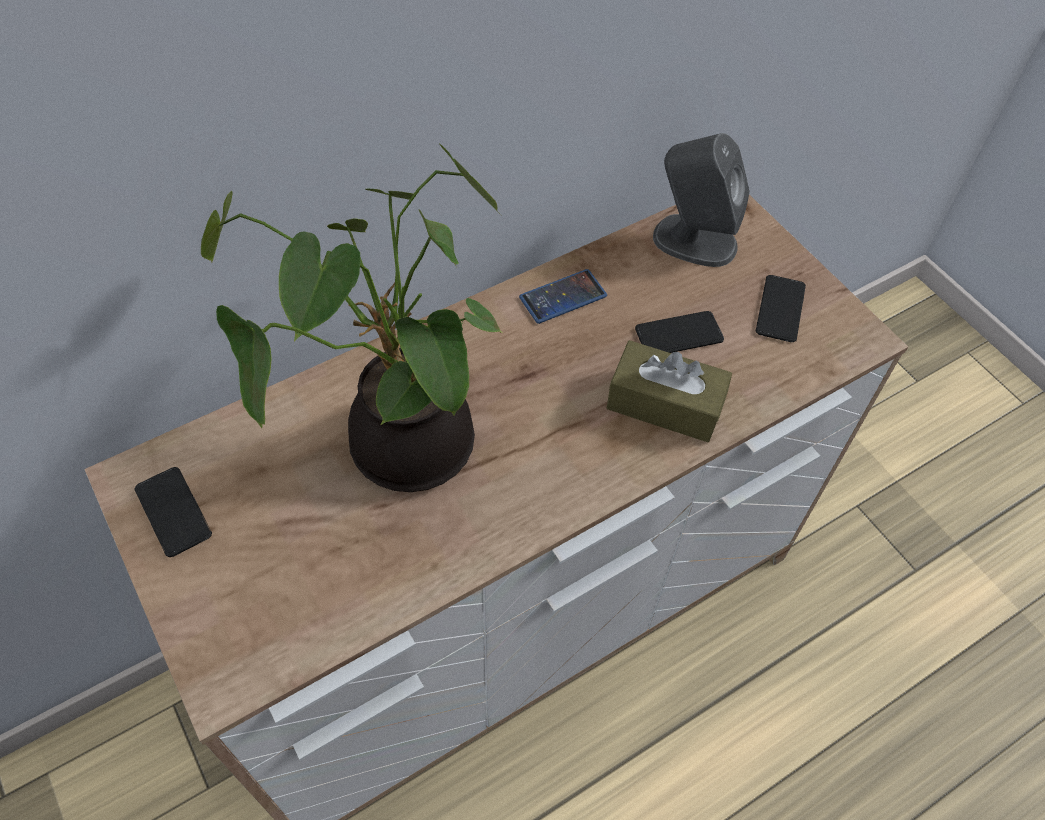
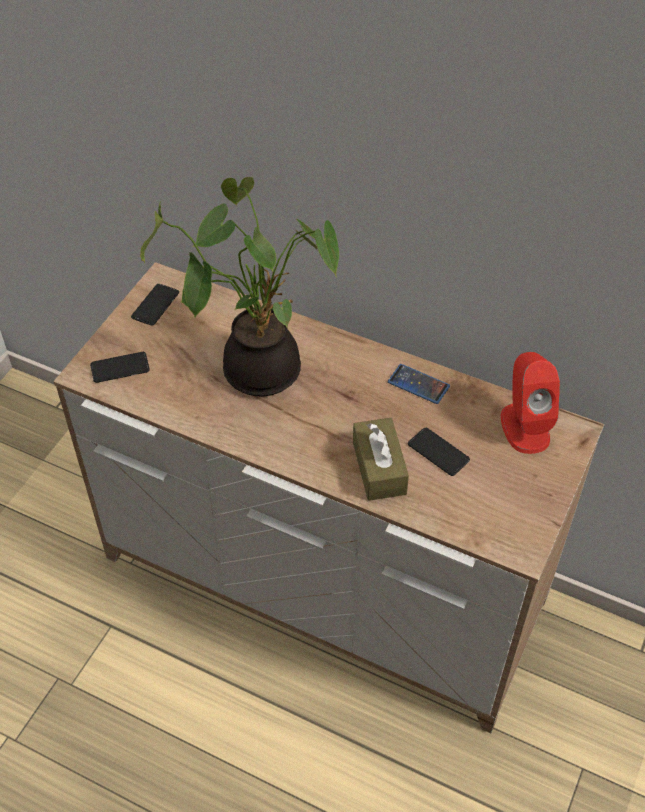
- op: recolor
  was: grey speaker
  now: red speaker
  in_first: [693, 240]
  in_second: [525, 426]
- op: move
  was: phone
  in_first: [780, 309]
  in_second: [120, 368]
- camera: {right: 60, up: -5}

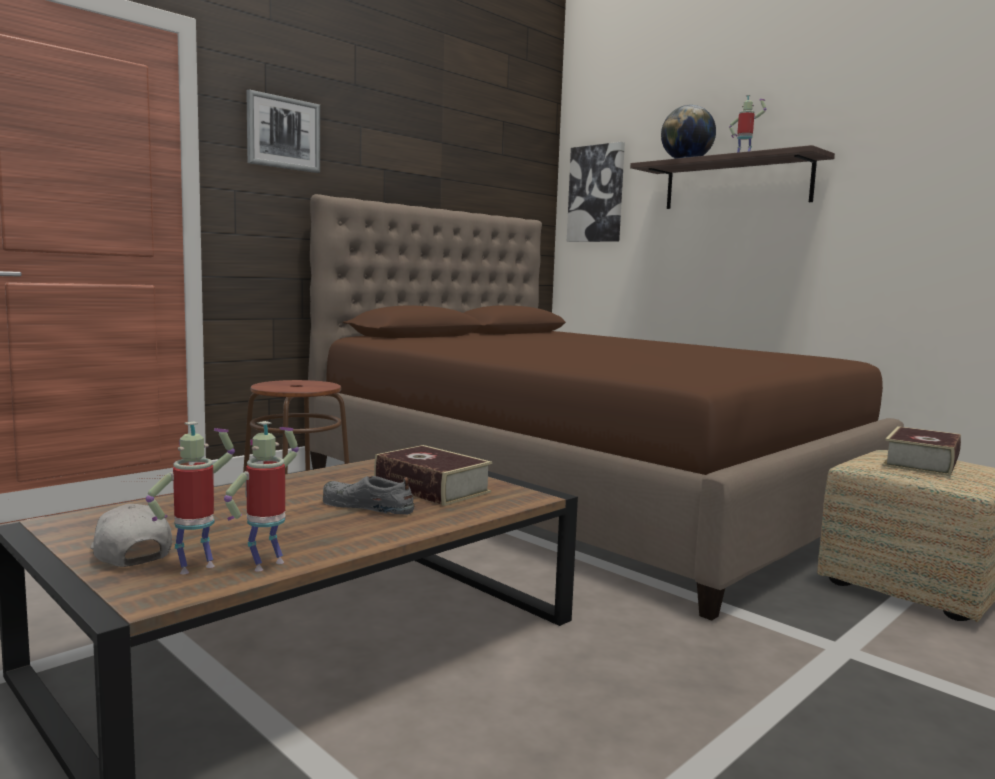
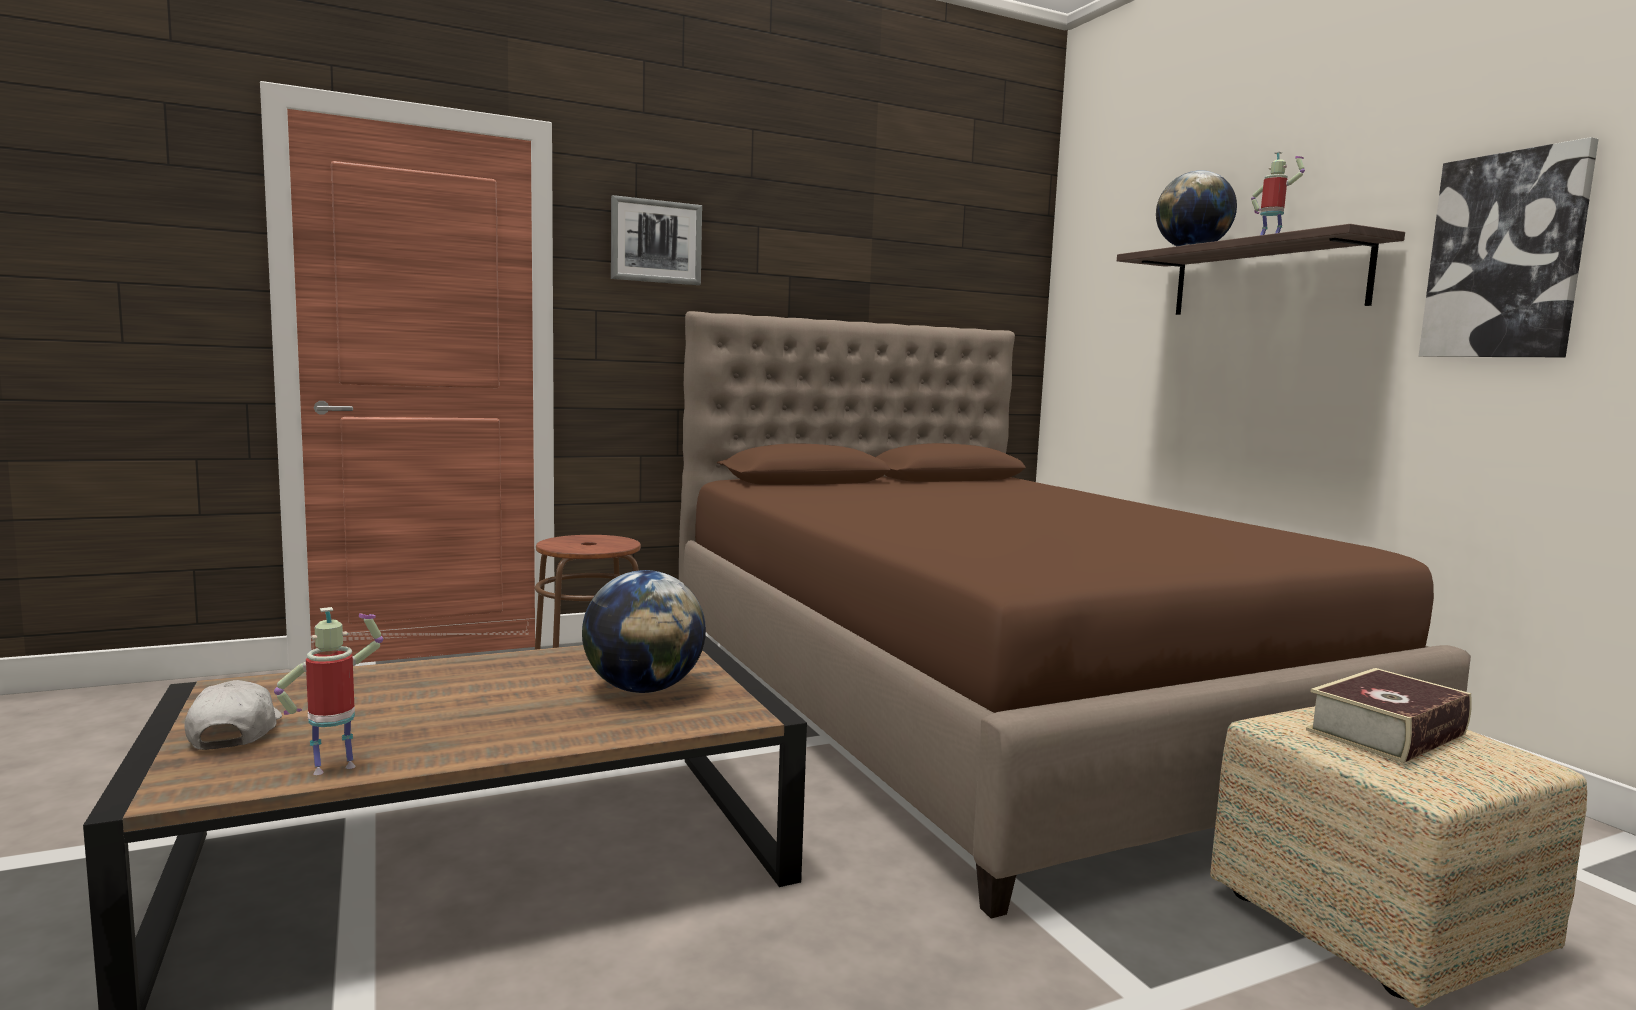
- op: delete
  was: toy robot
  in_first: [196, 567]
- op: delete
  was: grey shoe
  in_first: [366, 506]
- op: replace
  was: book
  now: globe
  in_first: [432, 488]
  in_second: [643, 689]
- op: move
  was: picture
  in_first: [596, 194]
  in_second: [1505, 256]
- camera: {right: 20, up: 0}

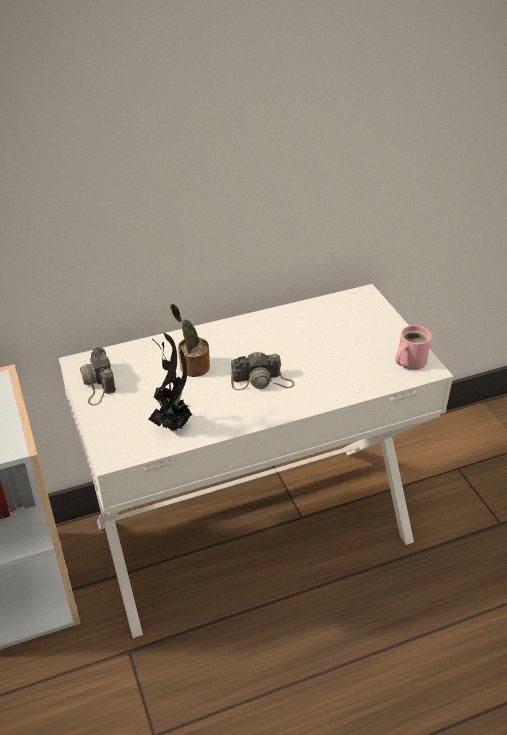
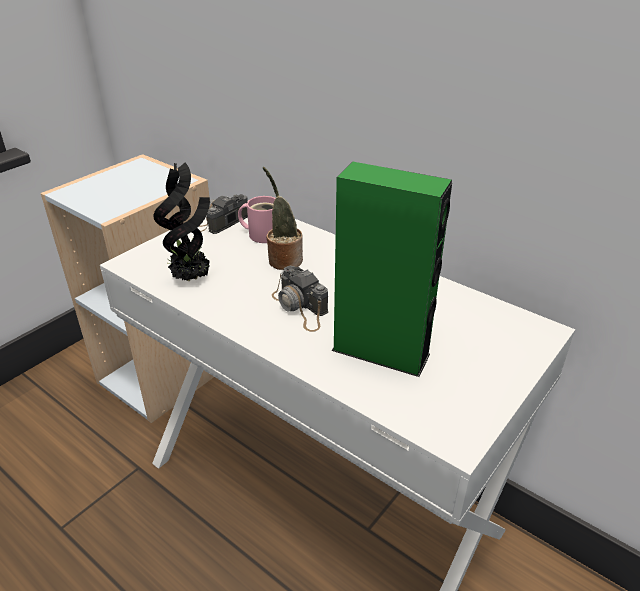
- op: move
  was: pink mug
  in_first: [408, 361]
  in_second: [262, 234]
- op: insert
  now: green speaker
  in_second: [380, 352]
- camera: {right: 60, up: -5}

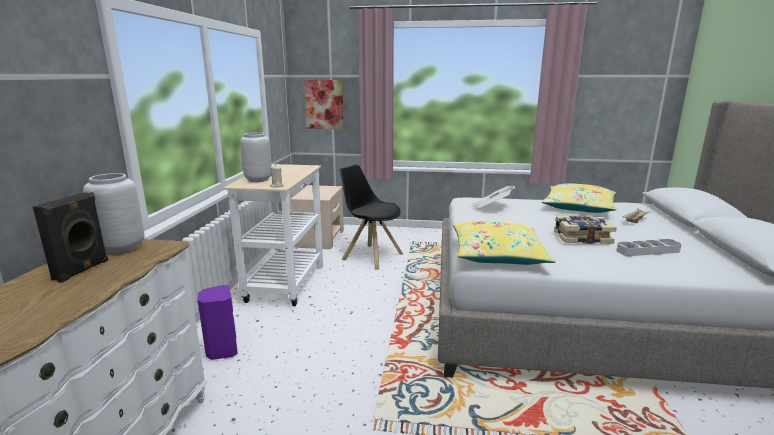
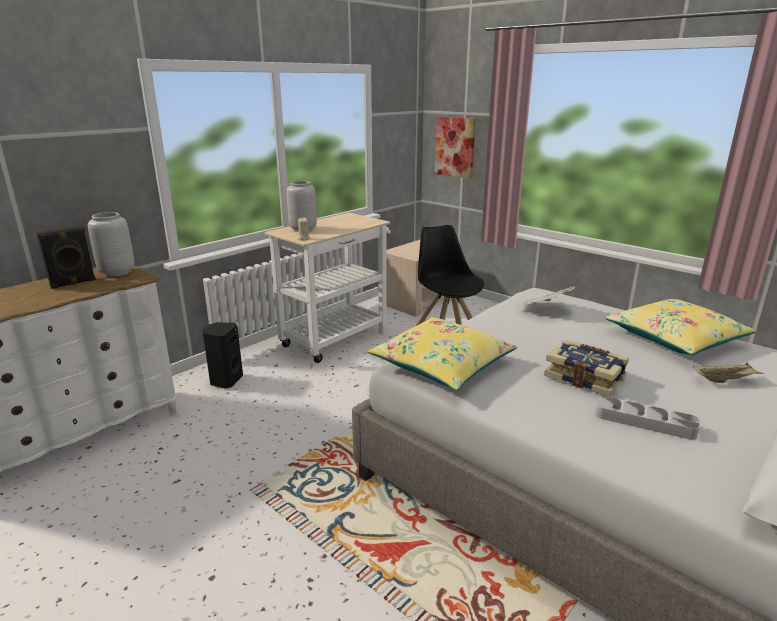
- op: recolor
  was: purple speaker
  now: black speaker
  in_first: [221, 350]
  in_second: [225, 380]
- camera: {right: 35, up: 5}

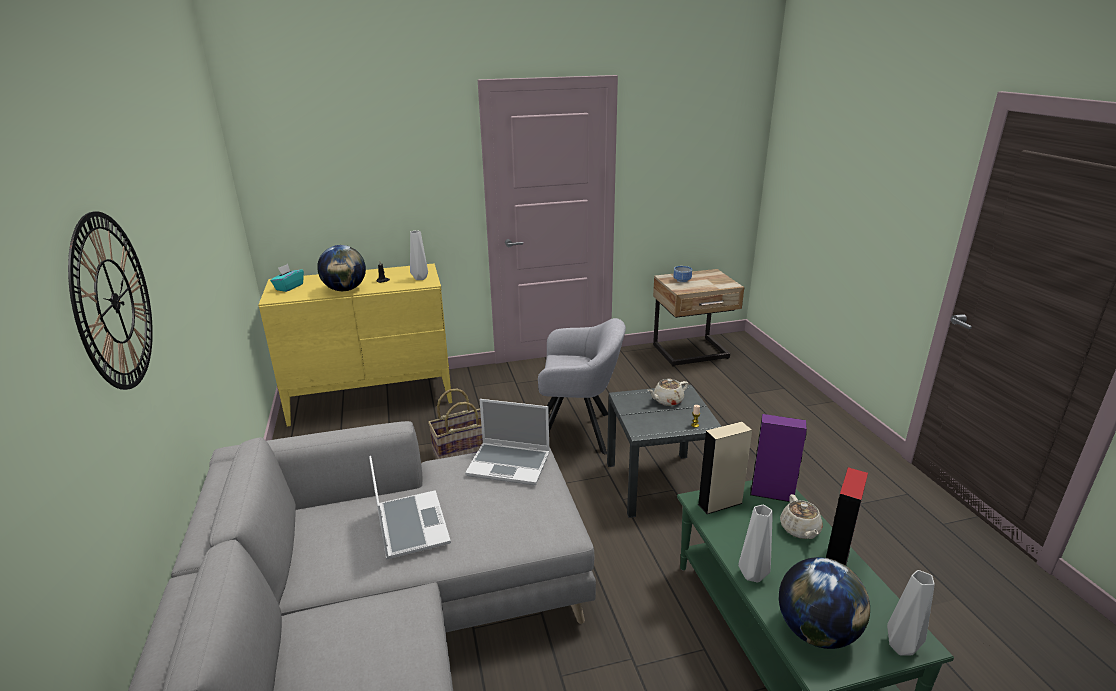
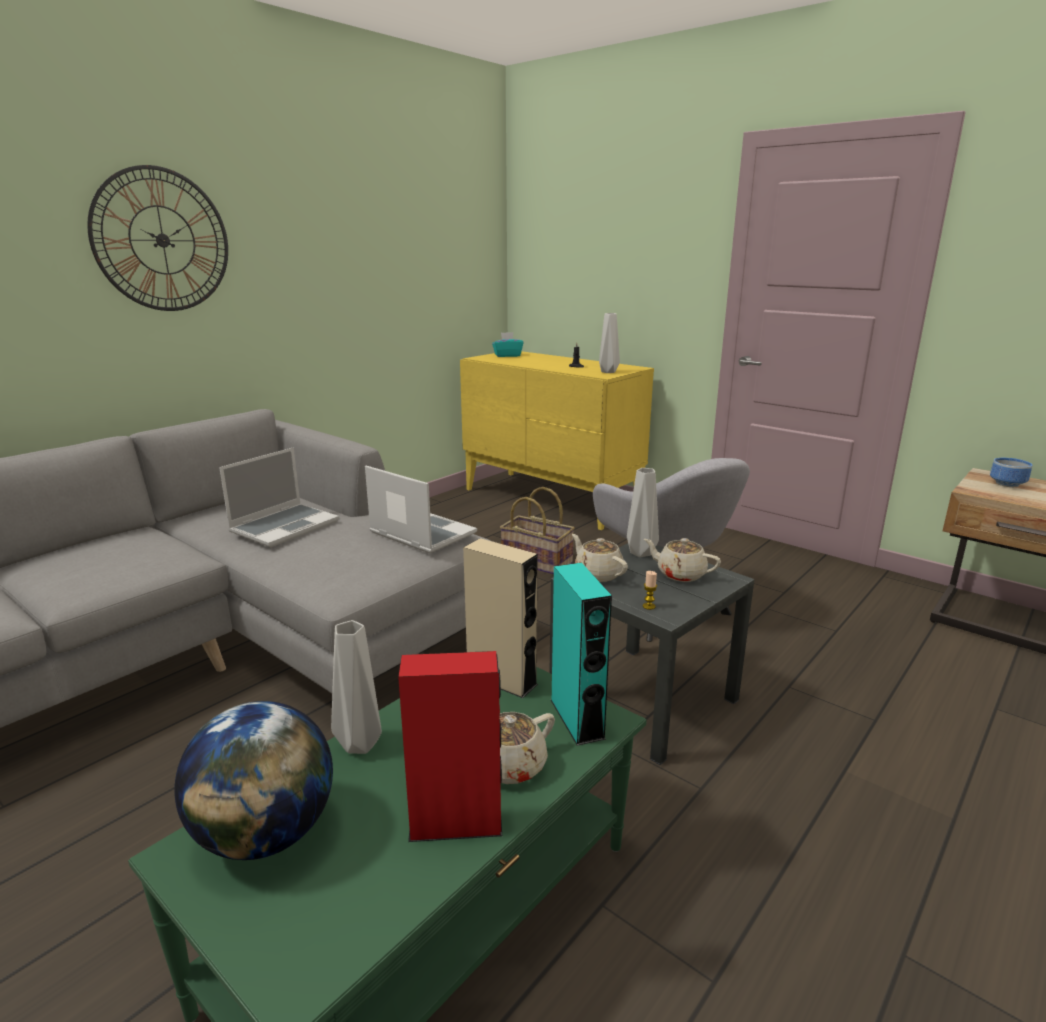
- op: delete
  was: globe
  in_first: [345, 290]
- op: rotate
  was: laptop
  in_first: [510, 464]
  in_second: [420, 533]
  clockwise: 150
- op: recolor
  was: purple speaker
  now: turquoise speaker
  in_first: [772, 493]
  in_second: [577, 718]
- op: move
  was: grey vase
  in_first: [902, 646]
  in_second: [642, 553]
- op: insert
  now: beige teapot
  in_second: [598, 574]
- camera: {right: 55, up: -5}

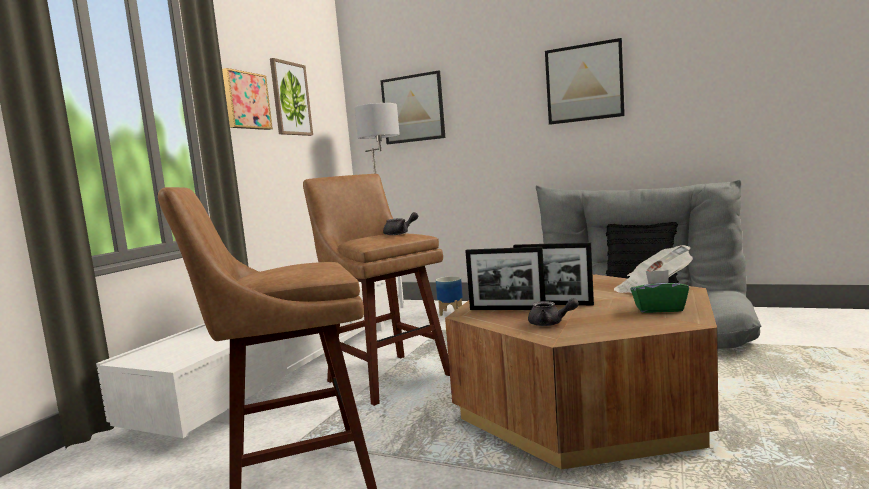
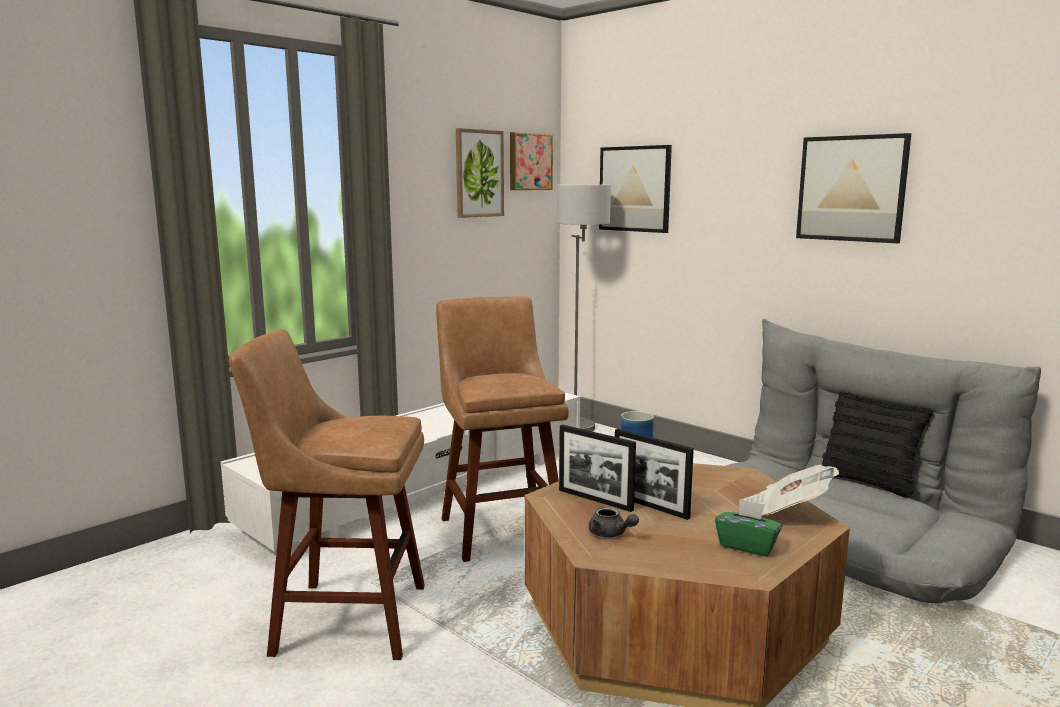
- op: move
  was: picture
  in_first: [245, 101]
  in_second: [529, 162]
- op: delete
  was: grey teapot
  in_first: [400, 233]
- camera: {right: 20, up: 5}

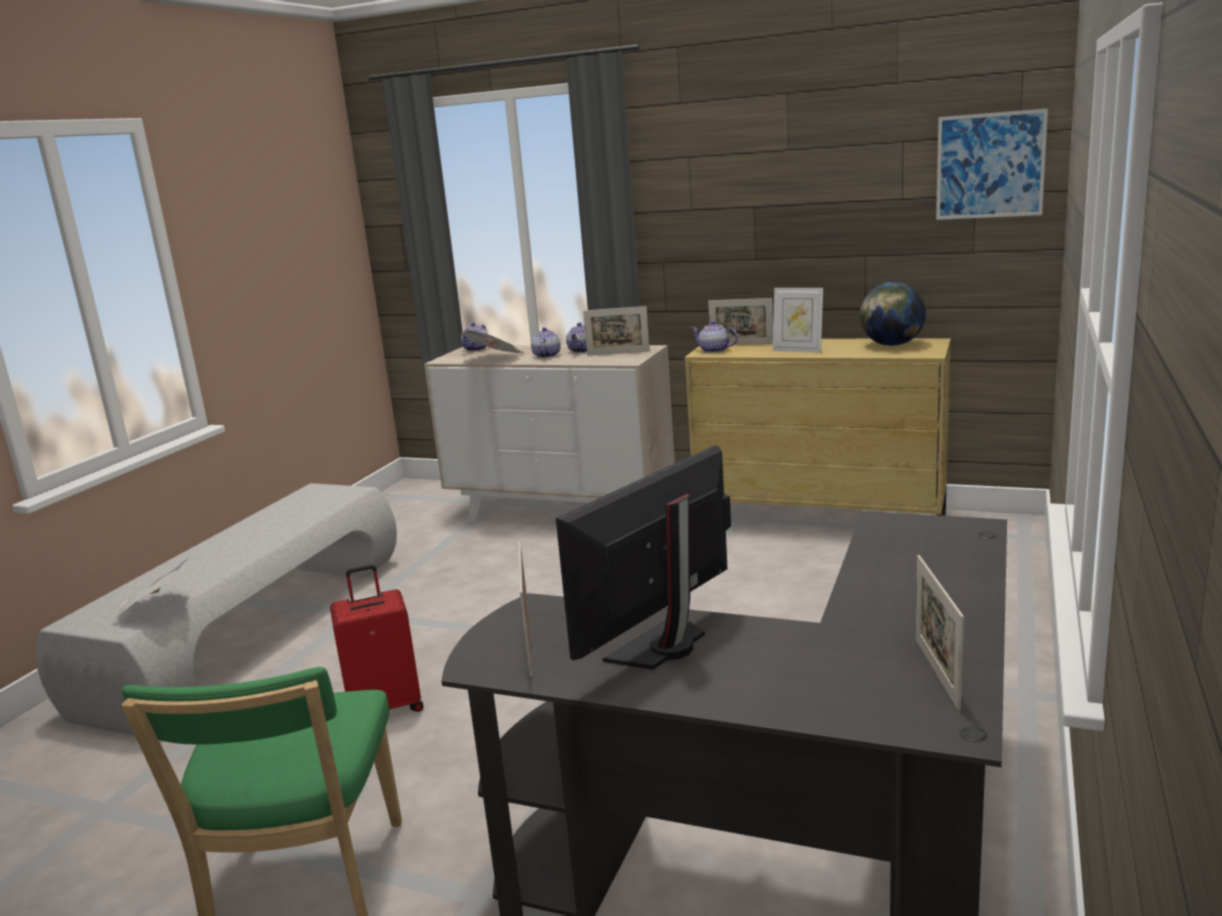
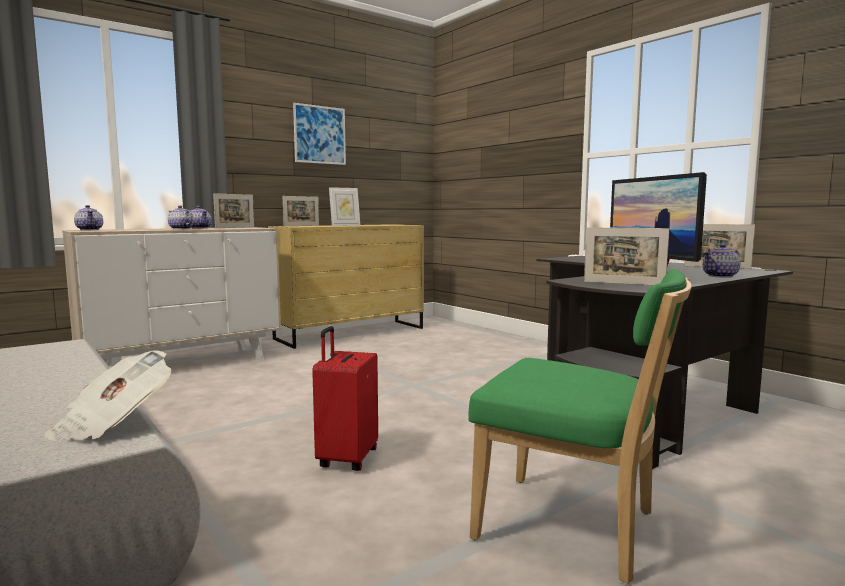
- op: delete
  was: newspaper
  in_first: [495, 358]
- op: move
  was: teapot
  in_first: [714, 350]
  in_second: [721, 276]
- op: delete
  was: globe
  in_first: [891, 345]
- op: move
  was: picture
  in_first: [990, 165]
  in_second: [320, 134]
- camera: {right: -60, up: -10}

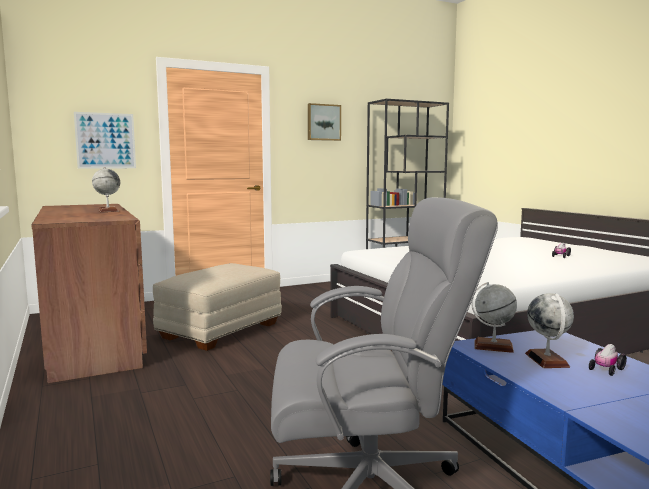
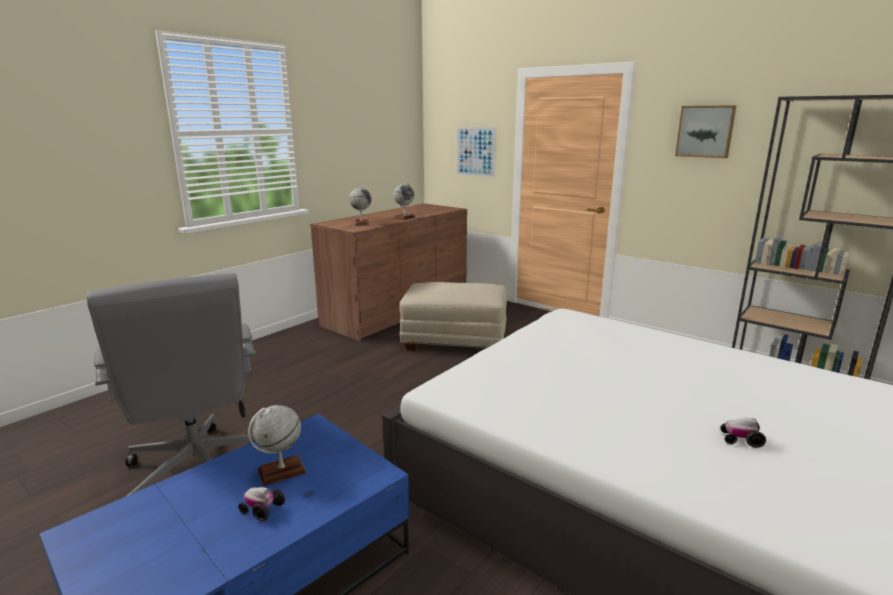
- op: move
  was: globe
  in_first: [493, 346]
  in_second: [361, 223]
- camera: {right: 65, up: 10}

